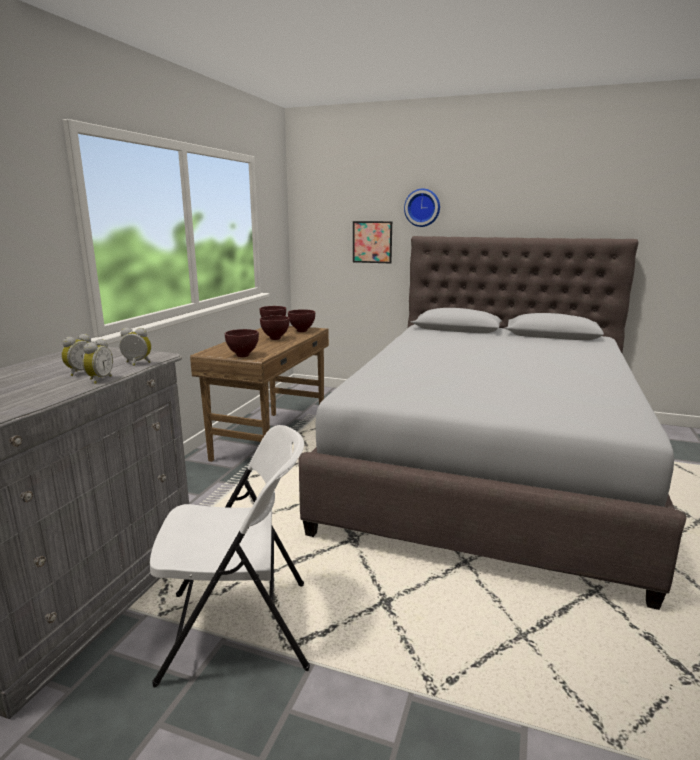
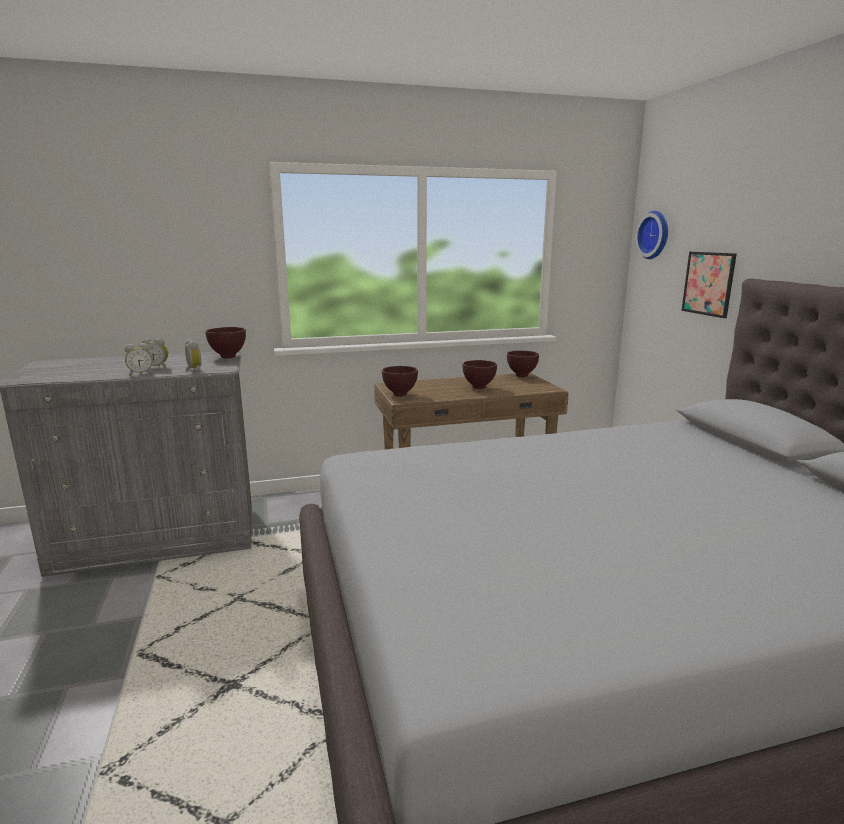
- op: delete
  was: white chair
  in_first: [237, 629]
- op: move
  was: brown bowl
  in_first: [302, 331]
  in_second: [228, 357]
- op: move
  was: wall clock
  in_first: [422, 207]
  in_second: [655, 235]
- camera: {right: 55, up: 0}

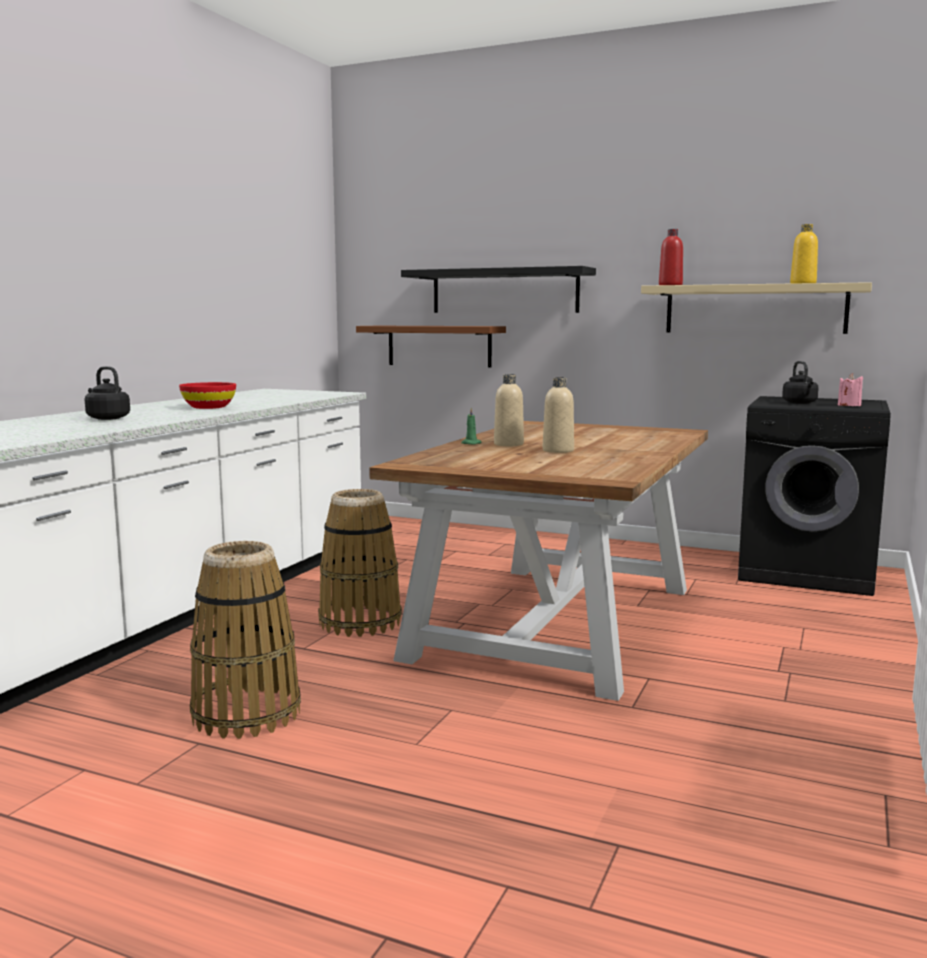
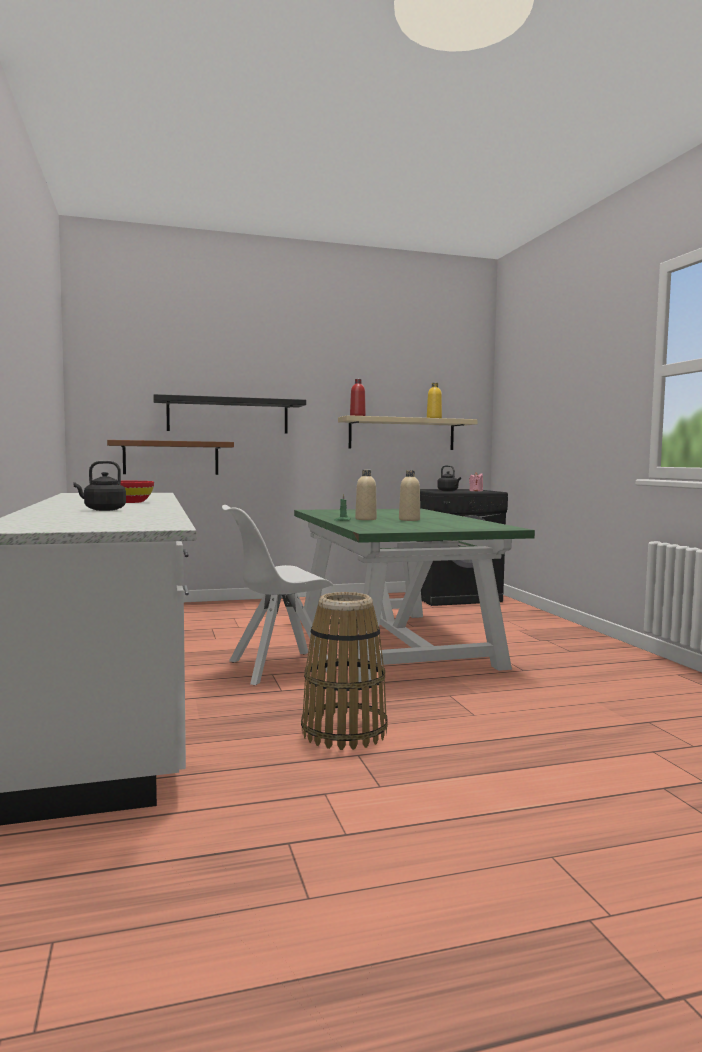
- op: replace
  was: basket
  now: white chair
  in_first: [360, 622]
  in_second: [278, 668]
- op: recolor
  was: brown dining table
  now: green dining table
  in_first: [557, 621]
  in_second: [392, 642]
- camera: {right: -40, up: -5}

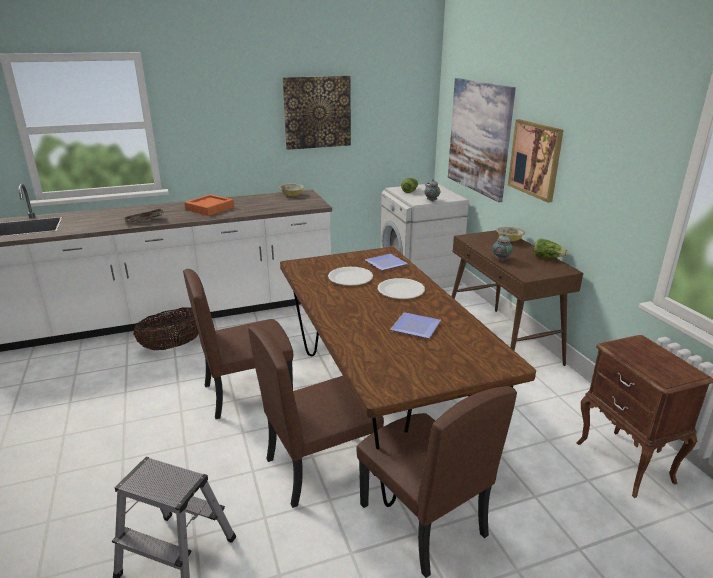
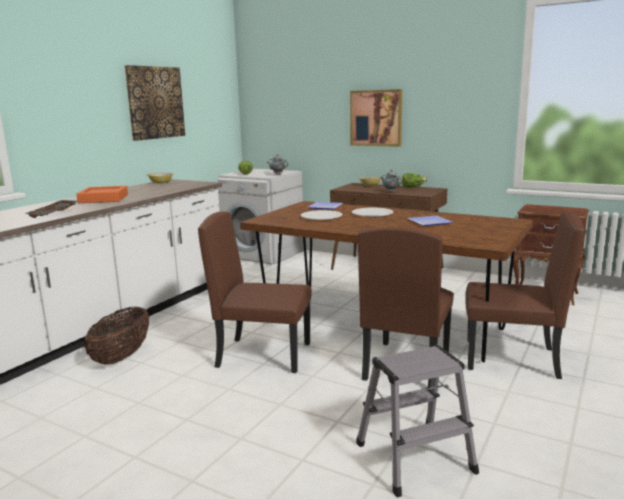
- op: rotate
  was: brown chair
  in_first: [247, 391]
  in_second: [264, 355]
  clockwise: 75
- op: delete
  was: picture
  in_first: [479, 137]
- camera: {right: -40, up: -10}

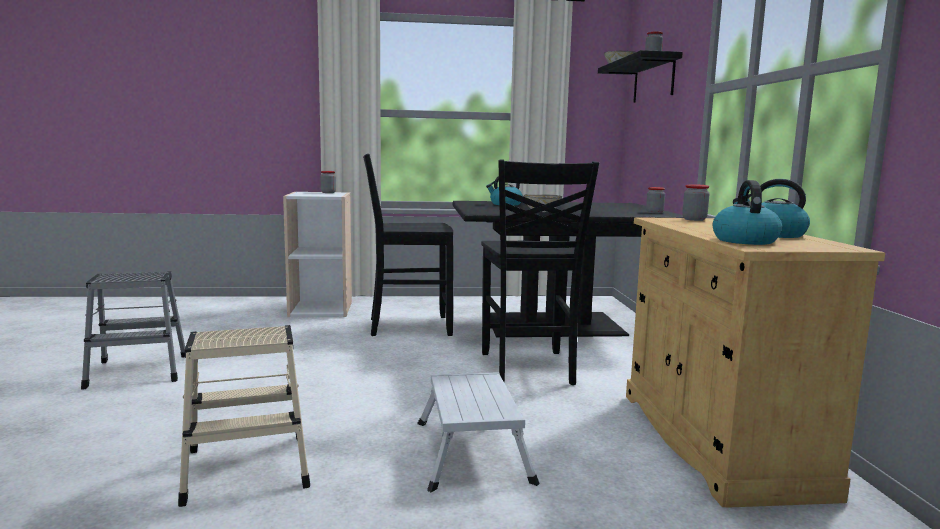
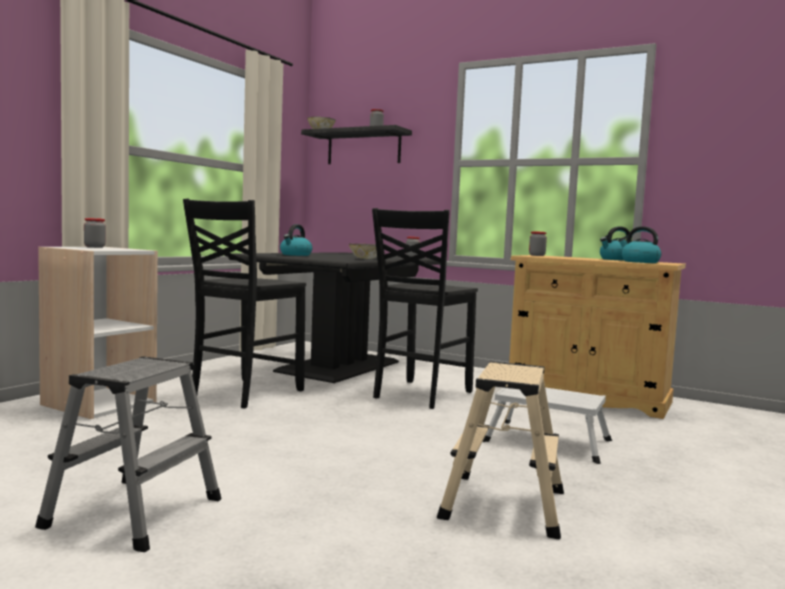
- op: rotate
  was: black chair
  in_first: [527, 369]
  in_second: [420, 395]
  clockwise: 90
- camera: {right: -55, up: -5}

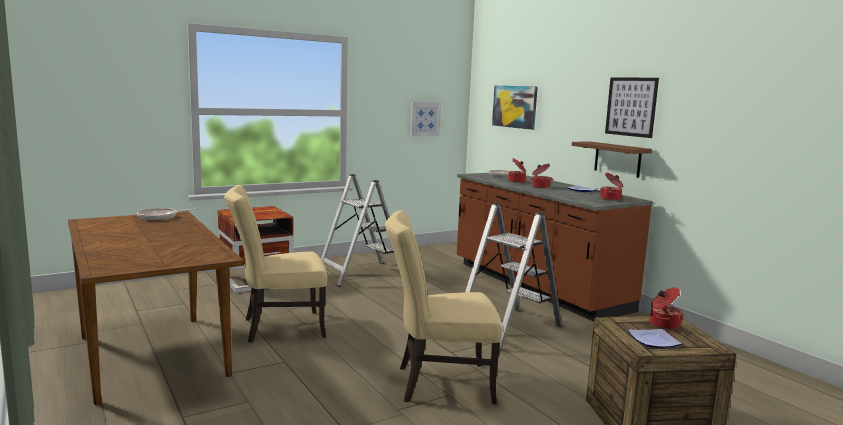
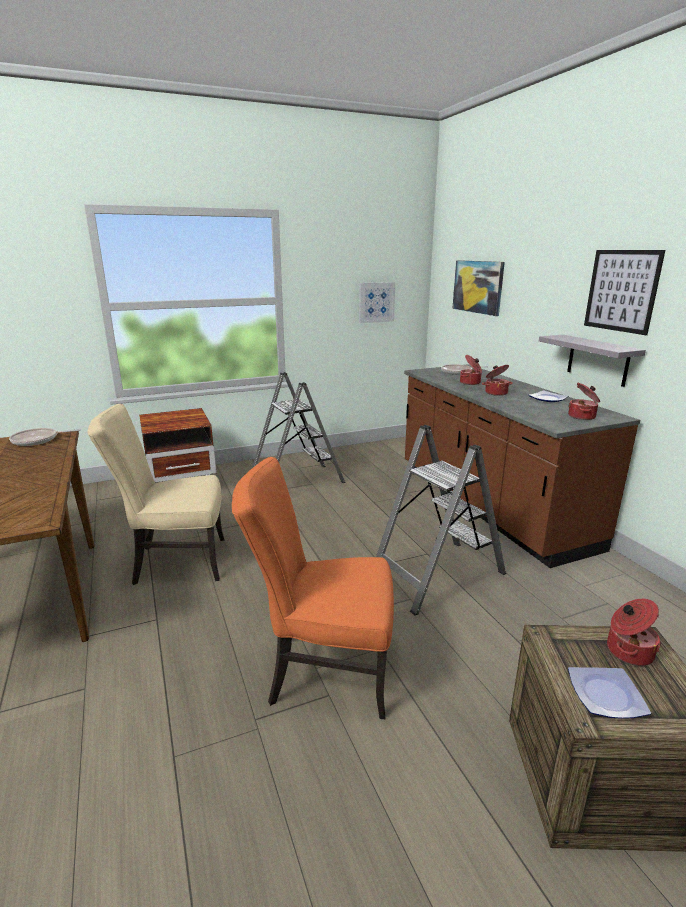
- op: recolor
  was: beige chair
  now: orange chair
  in_first: [438, 383]
  in_second: [322, 671]
- op: recolor
  was: brown shelf
  now: grey shelf
  in_first: [617, 159]
  in_second: [598, 360]
- camera: {right: 10, up: 10}

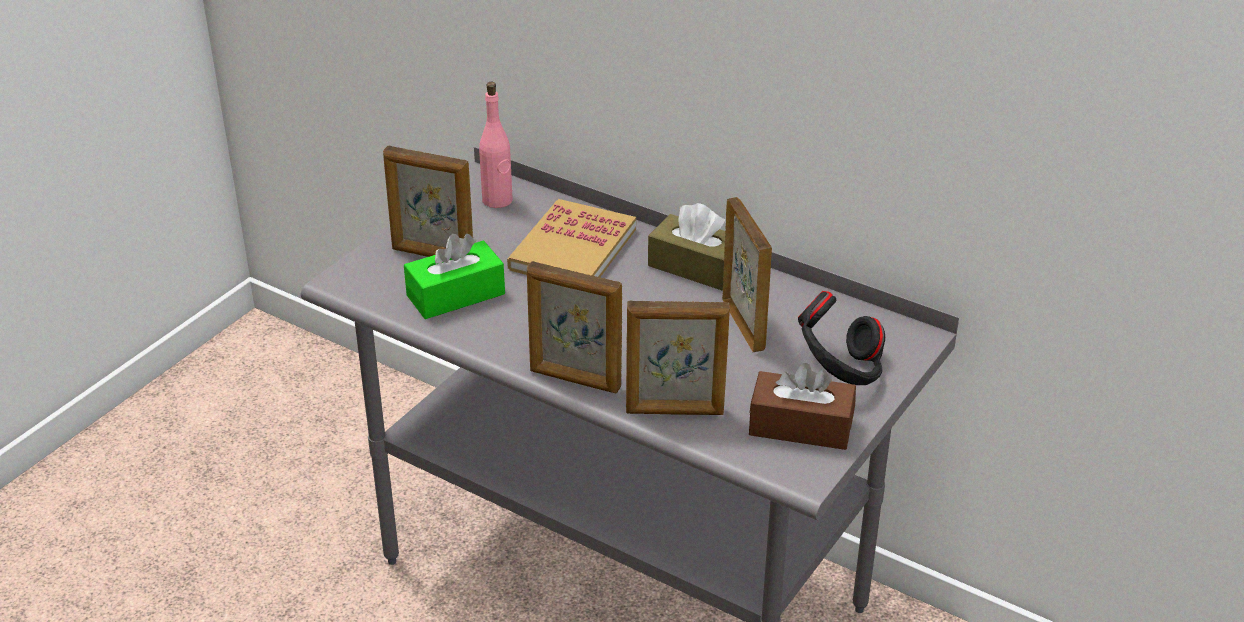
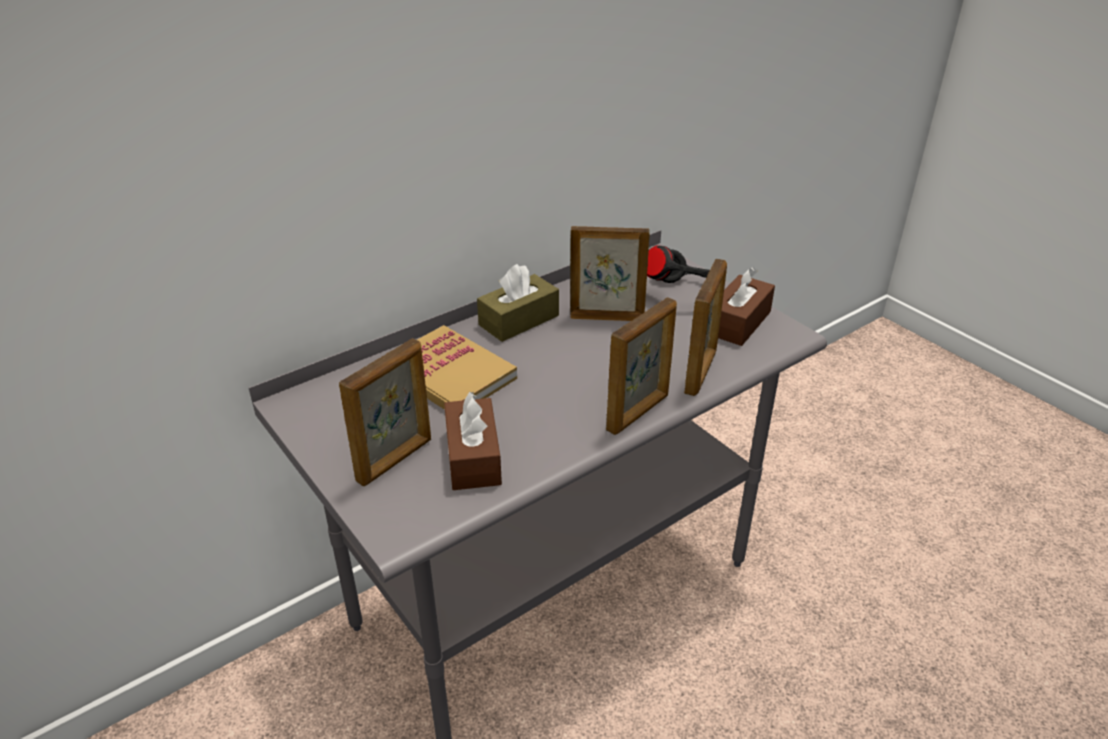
- op: recolor
  was: green tissue box
  now: brown tissue box
  in_first: [455, 295]
  in_second: [473, 457]
- op: delete
  was: pink bottle
  in_first: [497, 200]
- camera: {right: -70, up: 0}

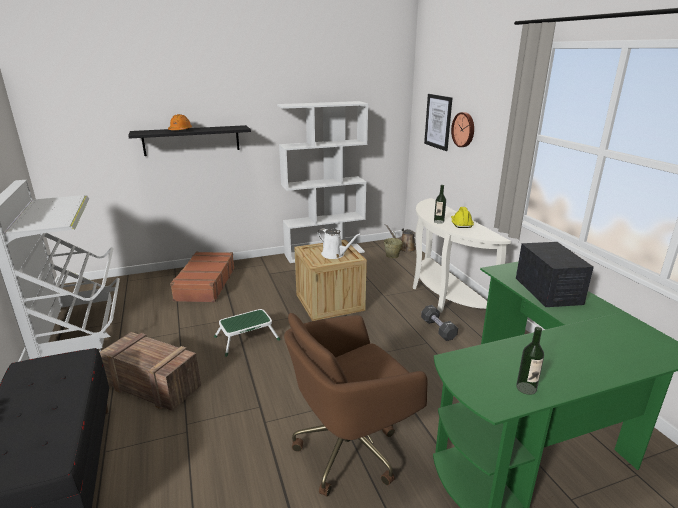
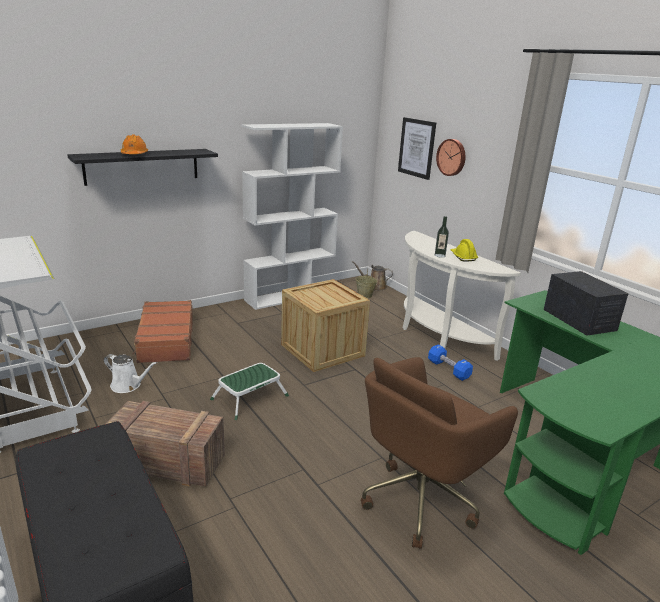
- op: move
  was: white watering can
  in_first: [335, 255]
  in_second: [128, 386]
- op: recolor
  was: black dumbbell
  now: blue dumbbell
  in_first: [438, 329]
  in_second: [448, 369]
- op: delete
  was: bottle
  in_first: [526, 388]
- camera: {right: -15, up: 0}

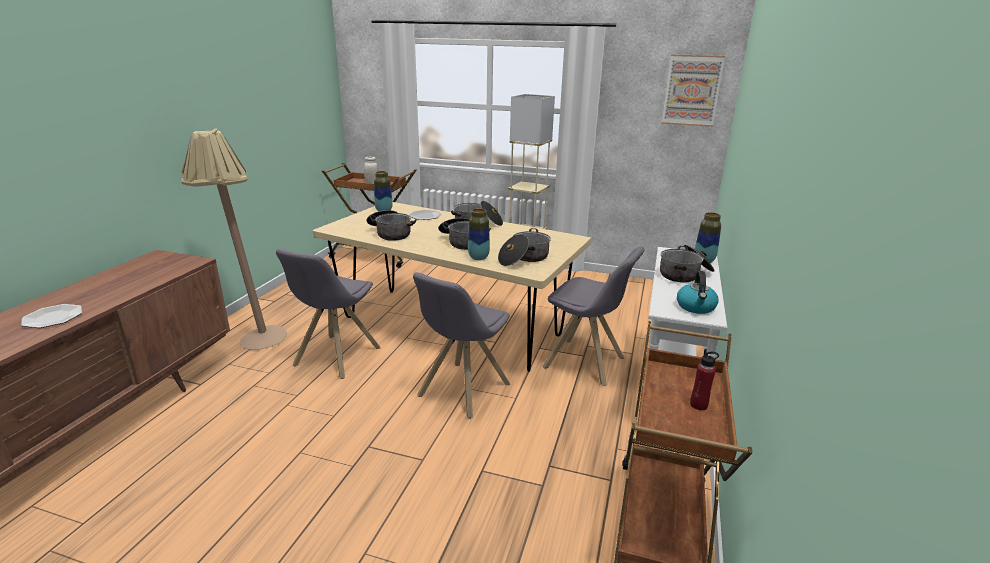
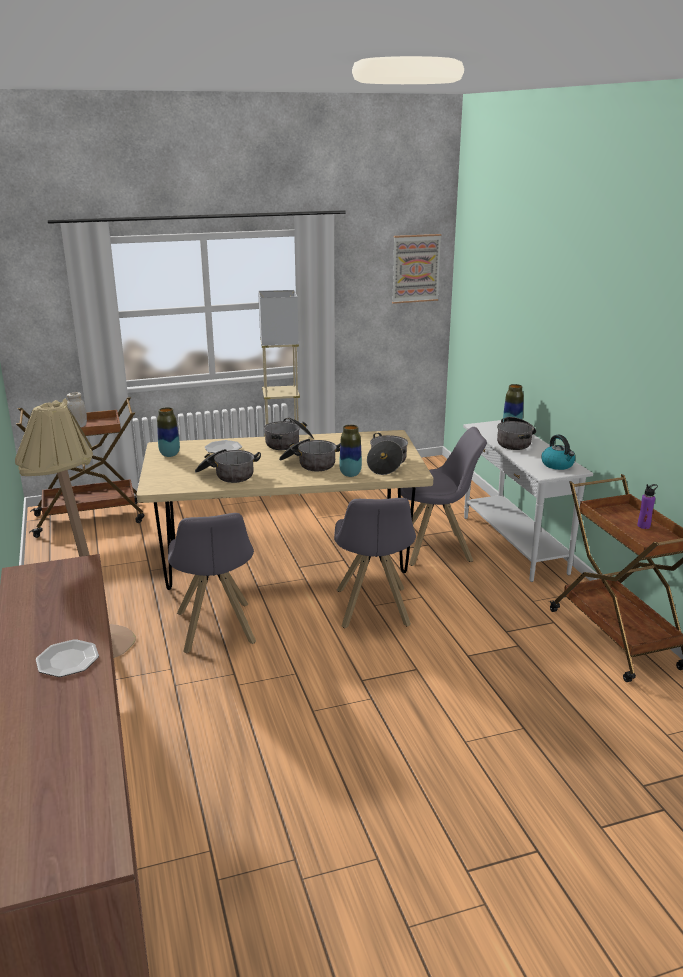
- op: recolor
  was: red bottle
  now: purple bottle
  in_first: [698, 405]
  in_second: [643, 526]
- camera: {right: -35, up: 0}

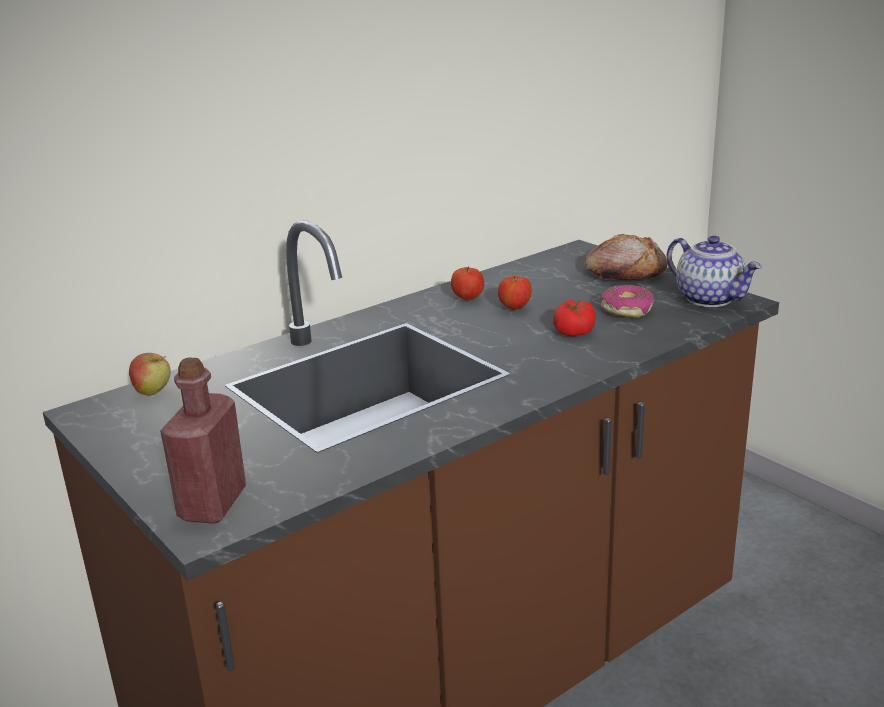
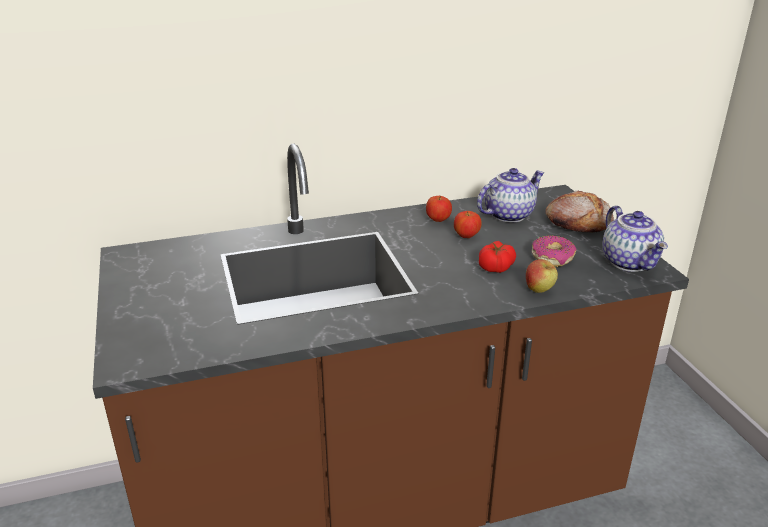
- op: move
  was: apple
  in_first: [153, 393]
  in_second: [539, 290]
- op: delete
  was: red bottle
  in_first: [213, 504]
- op: insert
  now: teapot
  in_second: [508, 214]
- camera: {right: 20, up: 5}

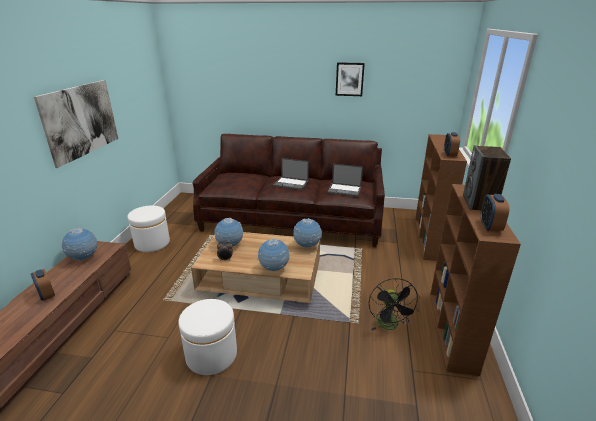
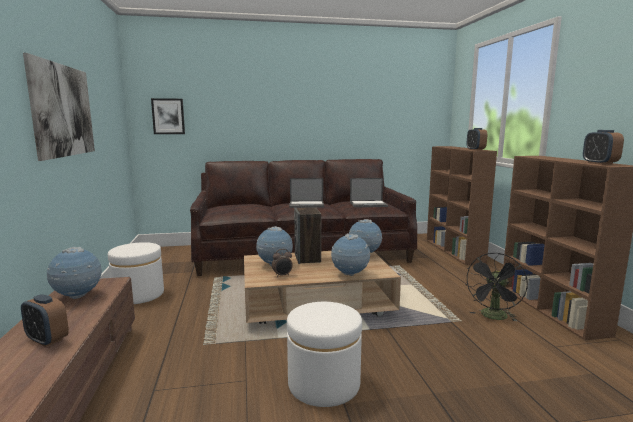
- op: move
  was: picture
  in_first: [349, 79]
  in_second: [168, 116]
- op: rotate
  was: black fan
  in_first: [390, 326]
  in_second: [494, 317]
  clockwise: 60
- op: move
  was: speaker
  in_first: [479, 203]
  in_second: [307, 258]
- camera: {right: -20, up: -15}

